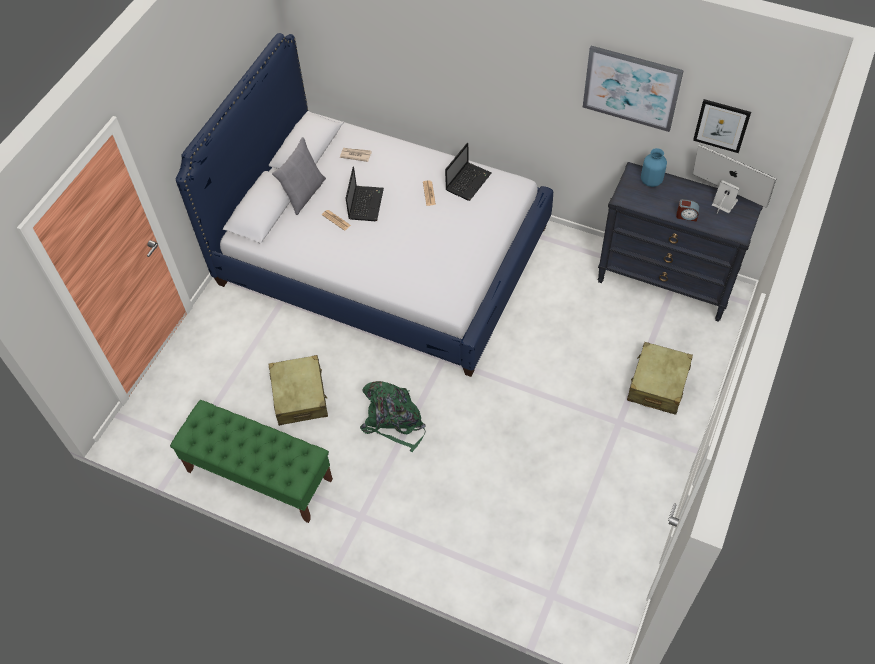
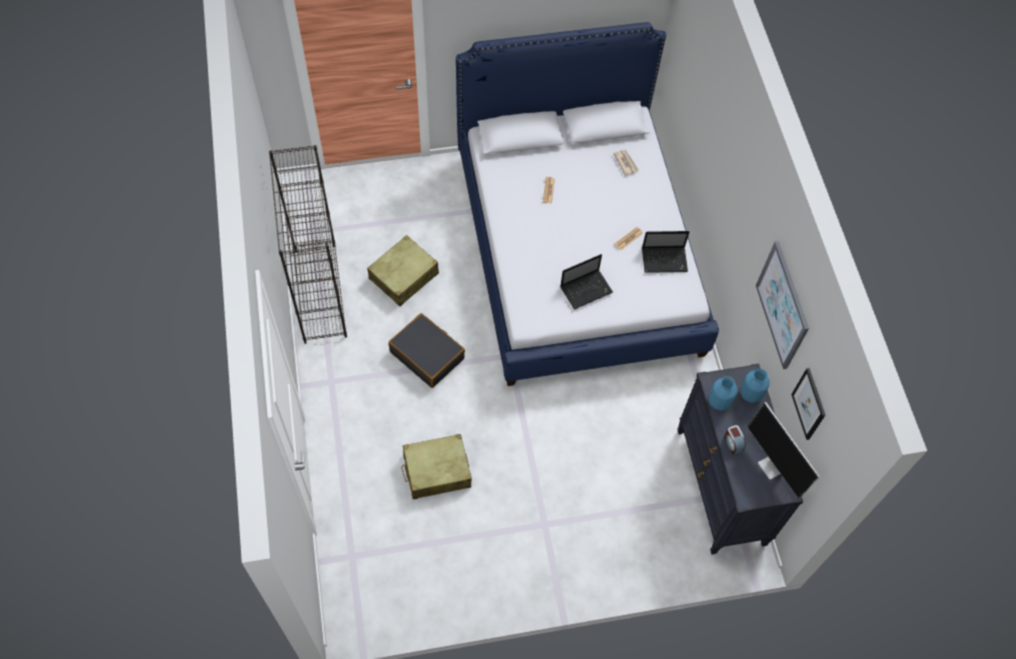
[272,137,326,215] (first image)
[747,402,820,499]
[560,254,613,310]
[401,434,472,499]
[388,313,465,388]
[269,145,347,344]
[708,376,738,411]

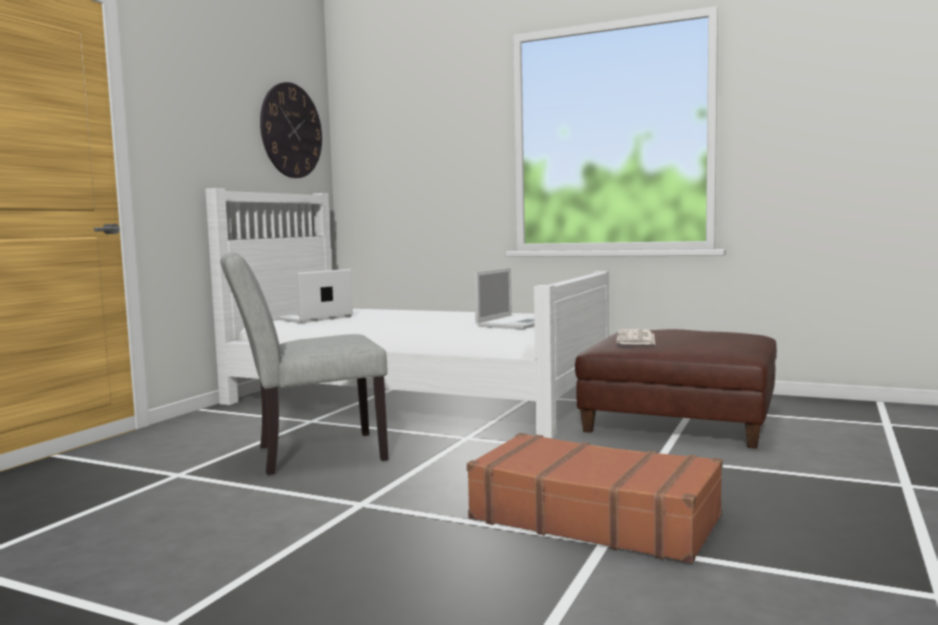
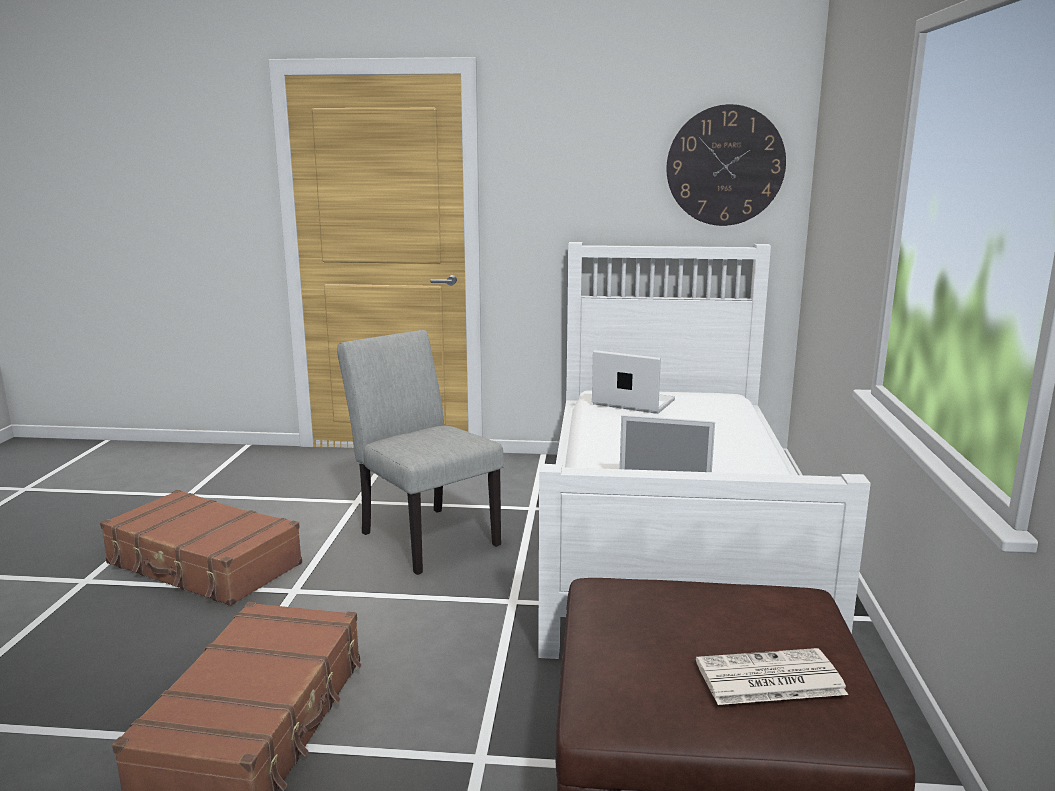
[696,648,848,705]
[100,490,302,606]

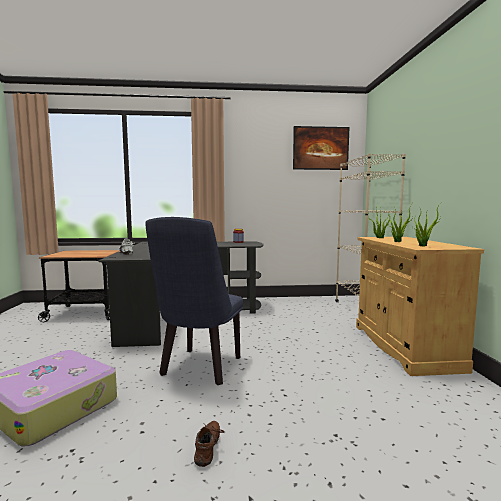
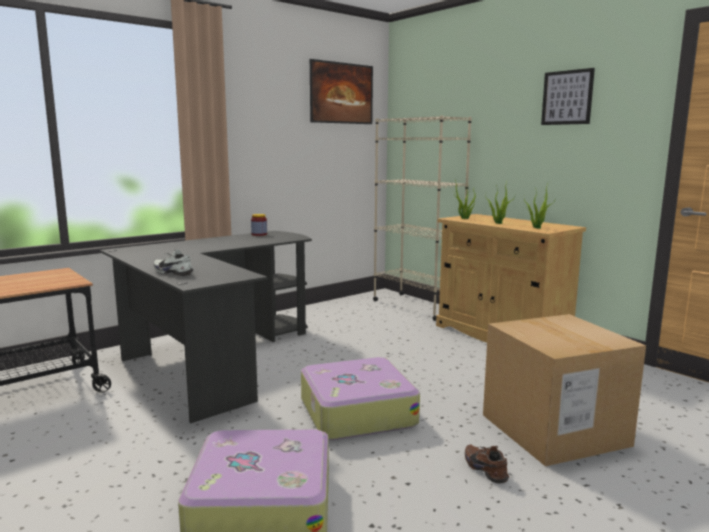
[301,357,420,440]
[541,68,595,125]
[483,314,646,466]

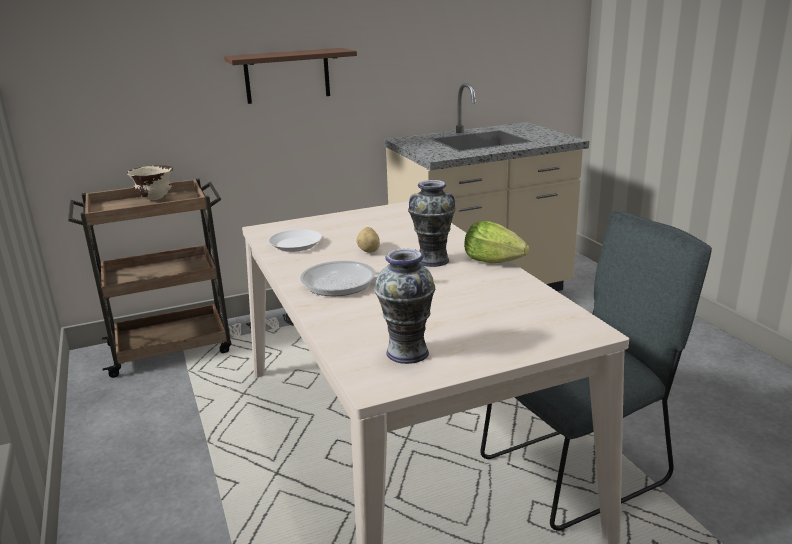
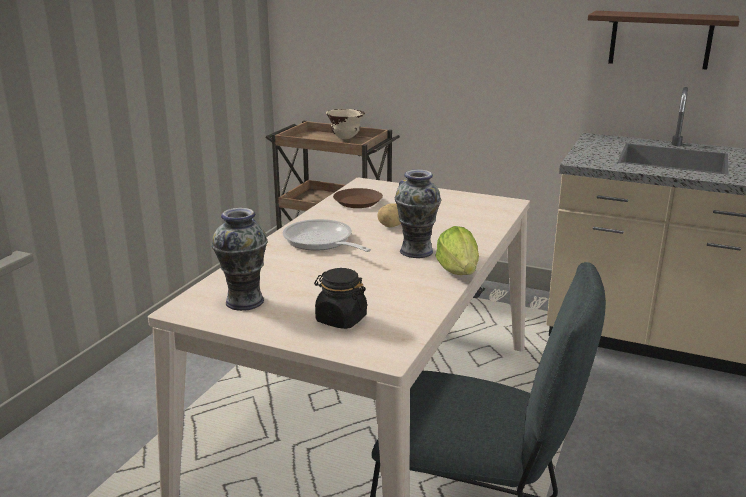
[588,11,739,69]
[333,188,383,208]
[314,268,367,329]

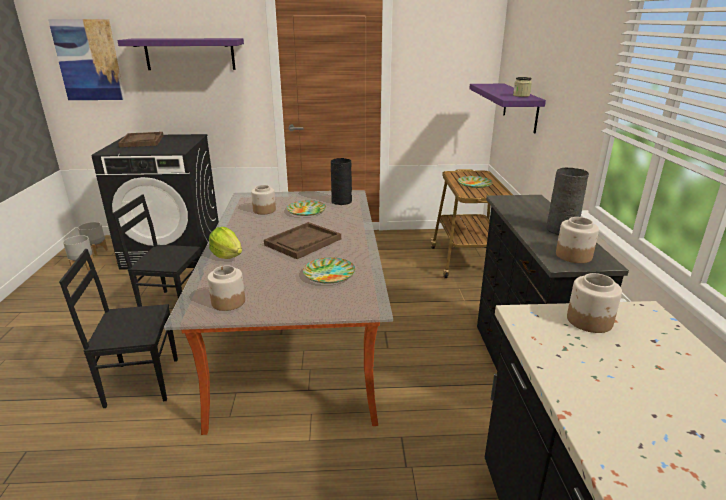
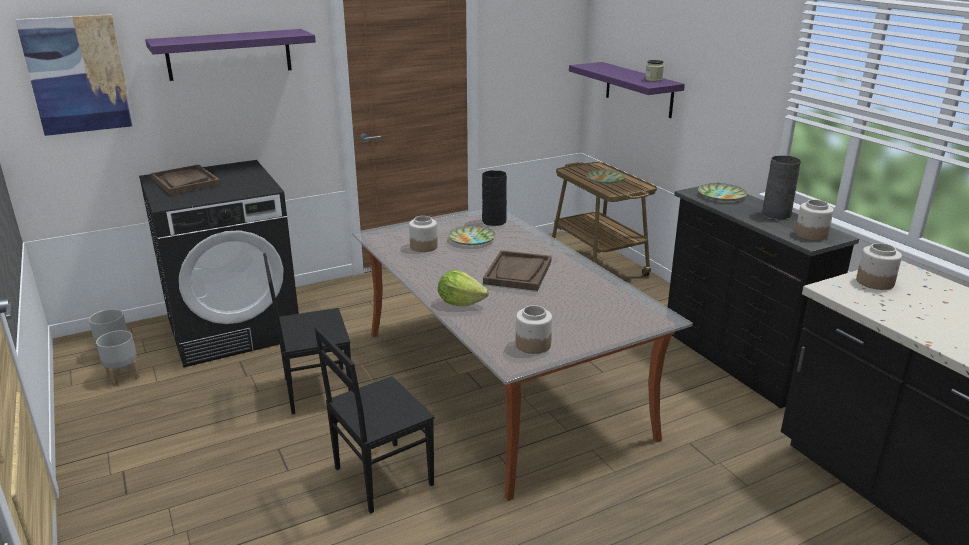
[698,183,747,201]

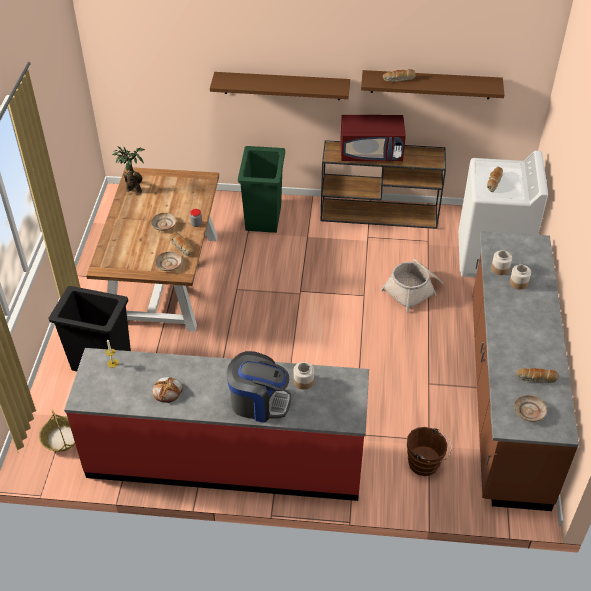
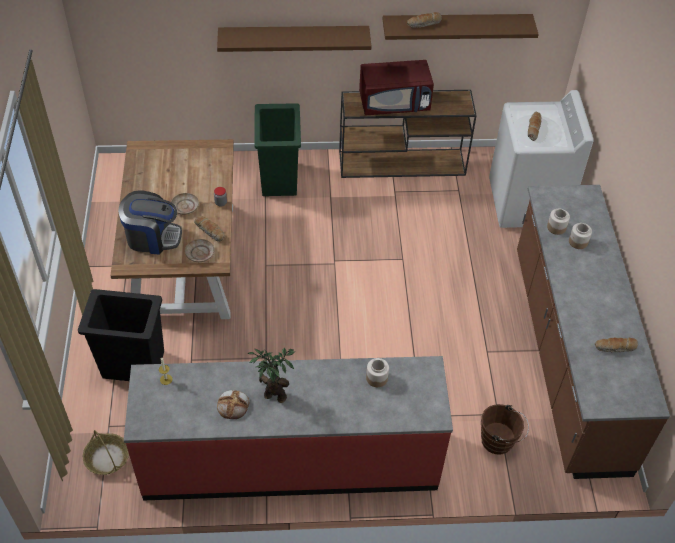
[248,347,295,403]
[381,259,443,313] (first image)
[118,190,182,255]
[514,395,547,422] (first image)

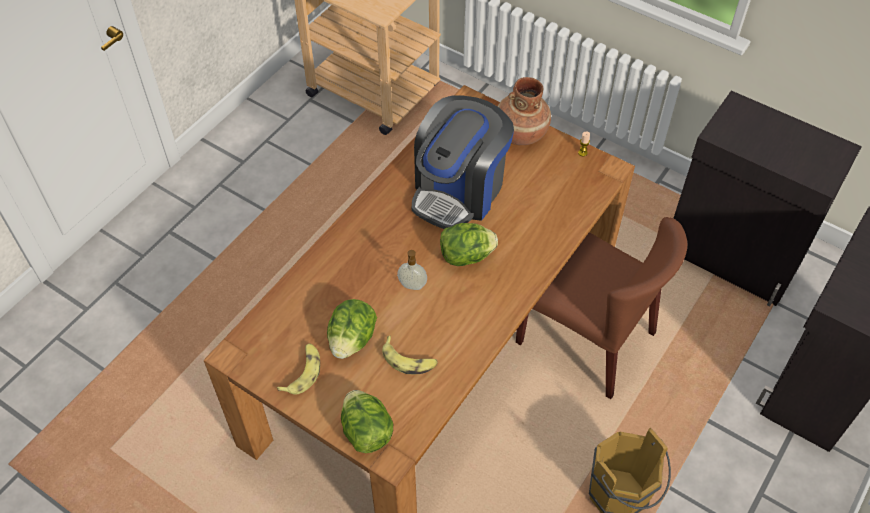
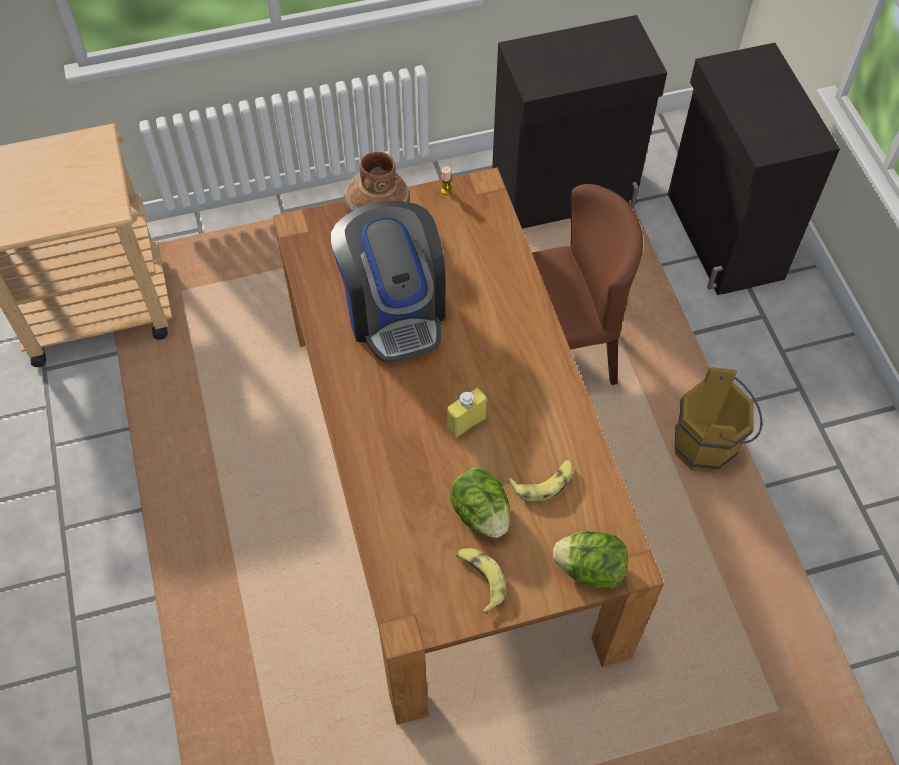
[440,223,498,266] (first image)
[447,388,487,438]

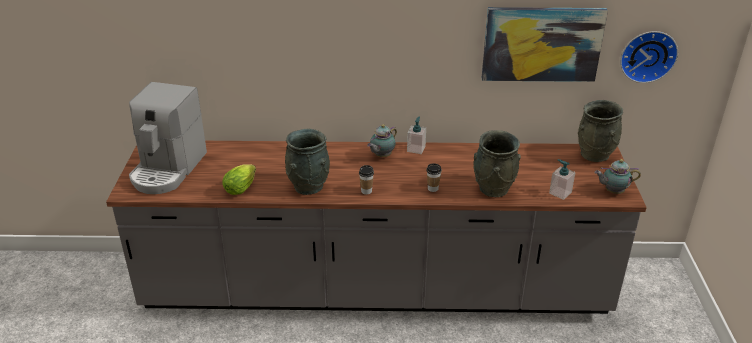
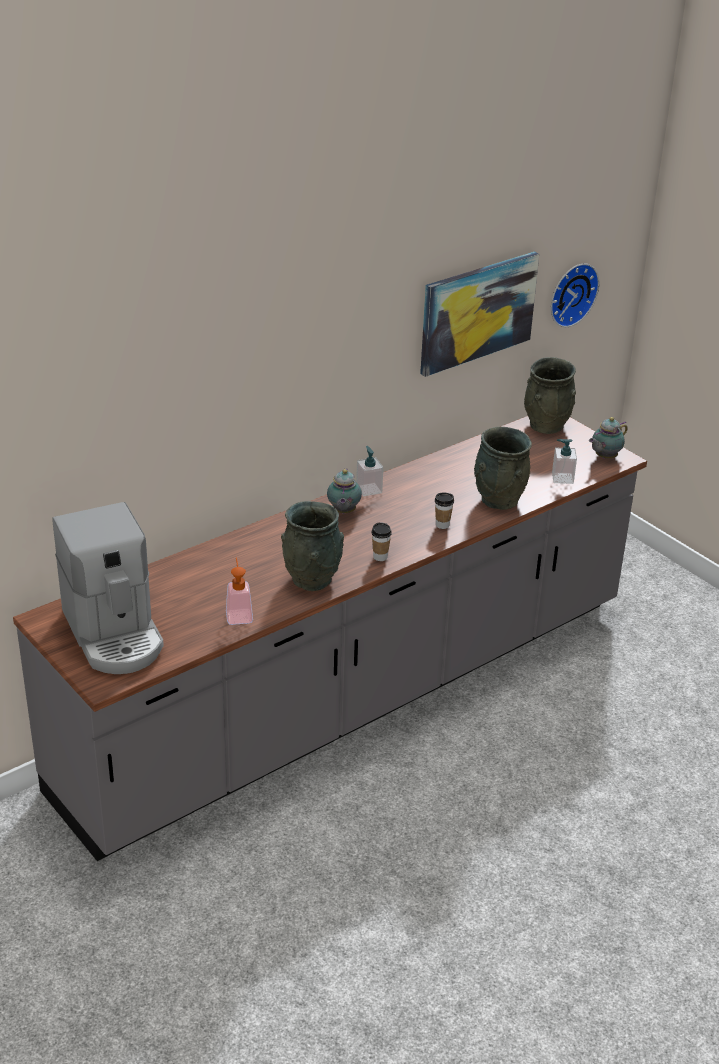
[226,558,253,625]

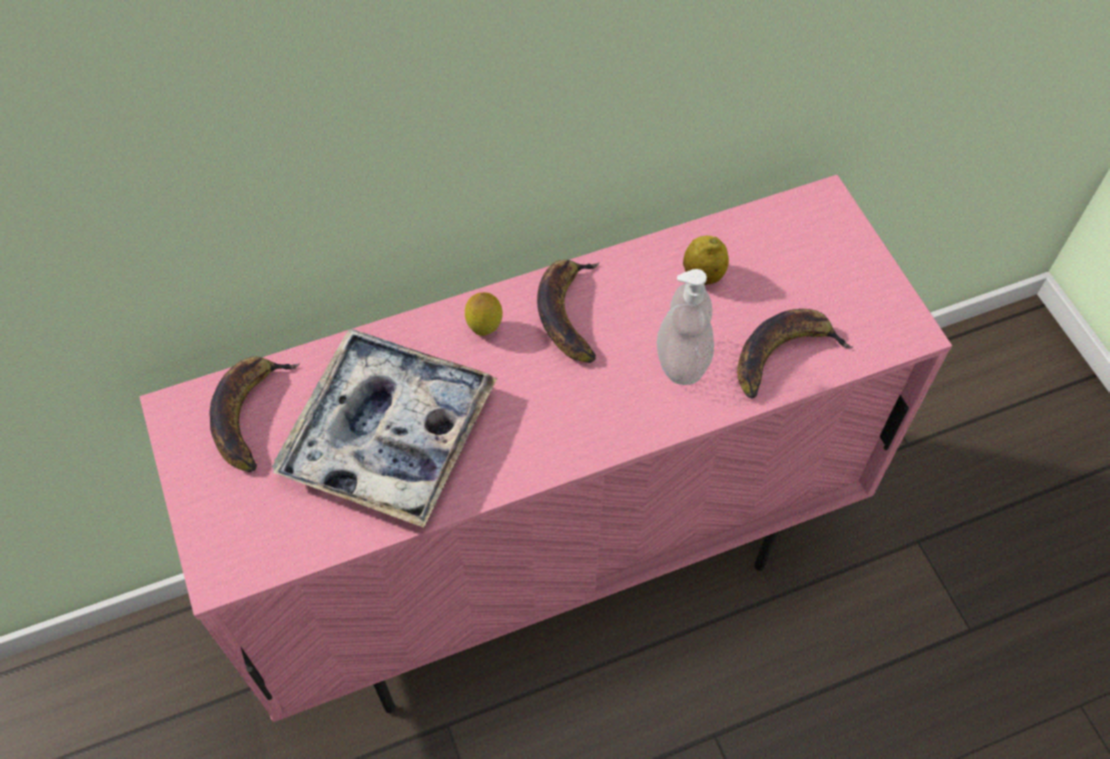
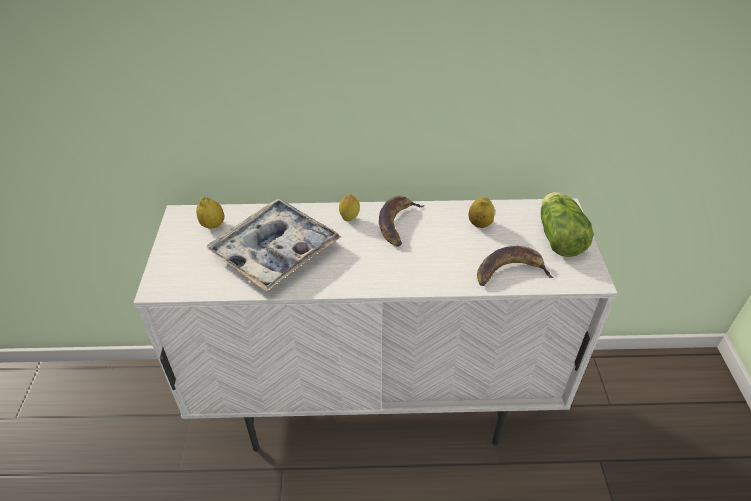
[133,198,617,452]
[657,269,714,385] (first image)
[196,197,225,229]
[541,192,594,257]

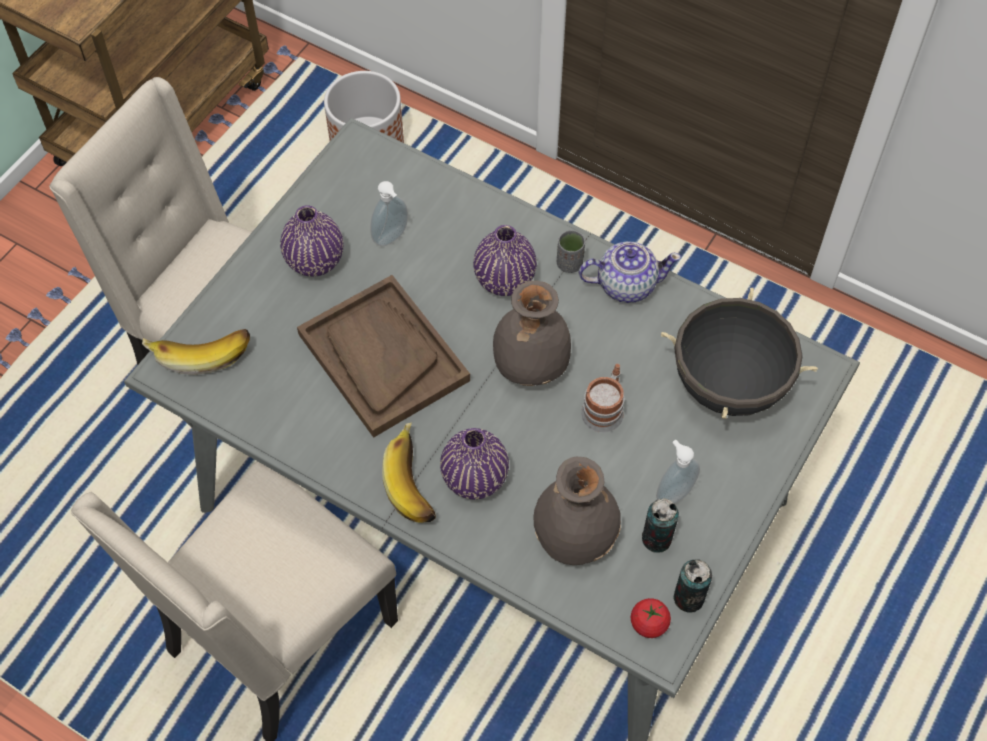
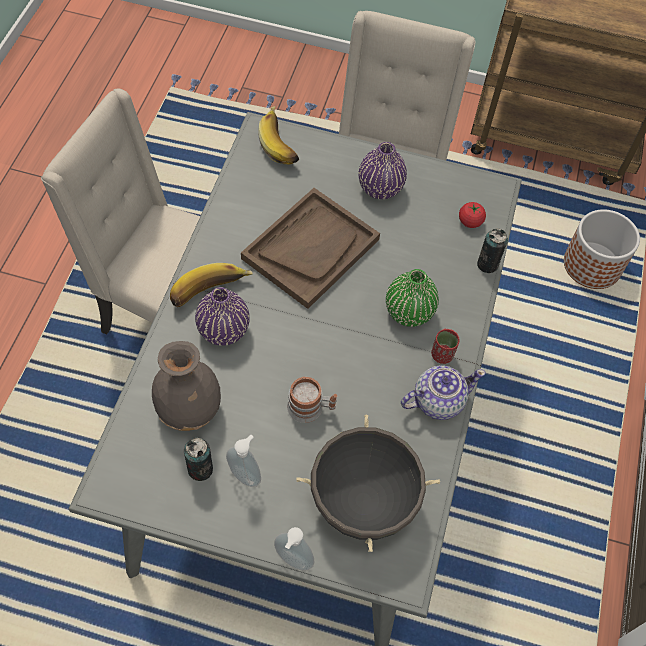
[274,527,314,571]
[386,269,439,327]
[431,329,459,364]
[401,365,486,420]
[493,281,571,386] (first image)
[477,229,508,273]
[459,202,486,228]

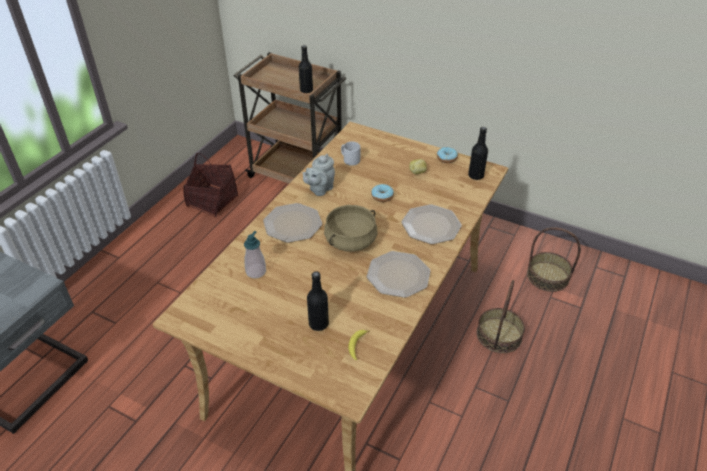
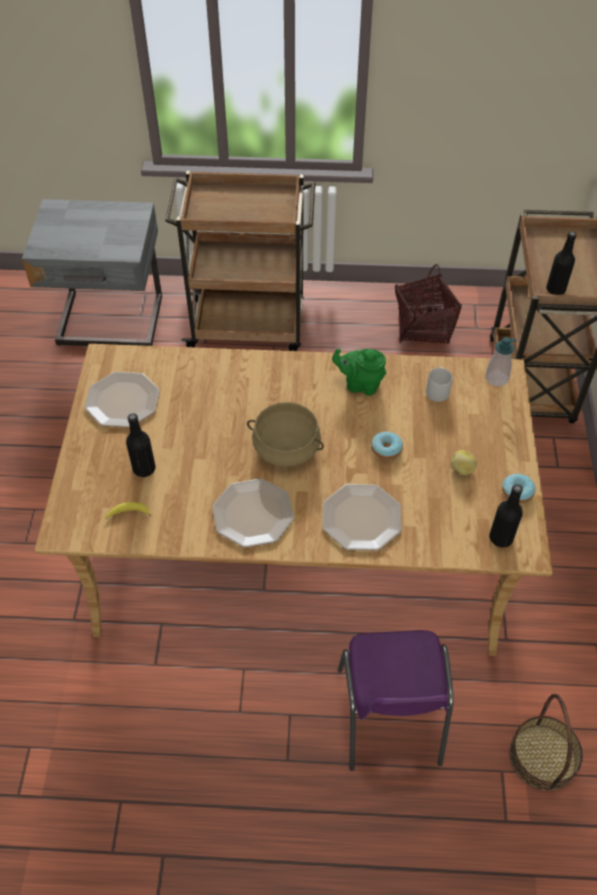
[332,348,386,396]
[85,372,160,428]
[485,337,517,386]
[338,630,454,771]
[165,171,315,351]

